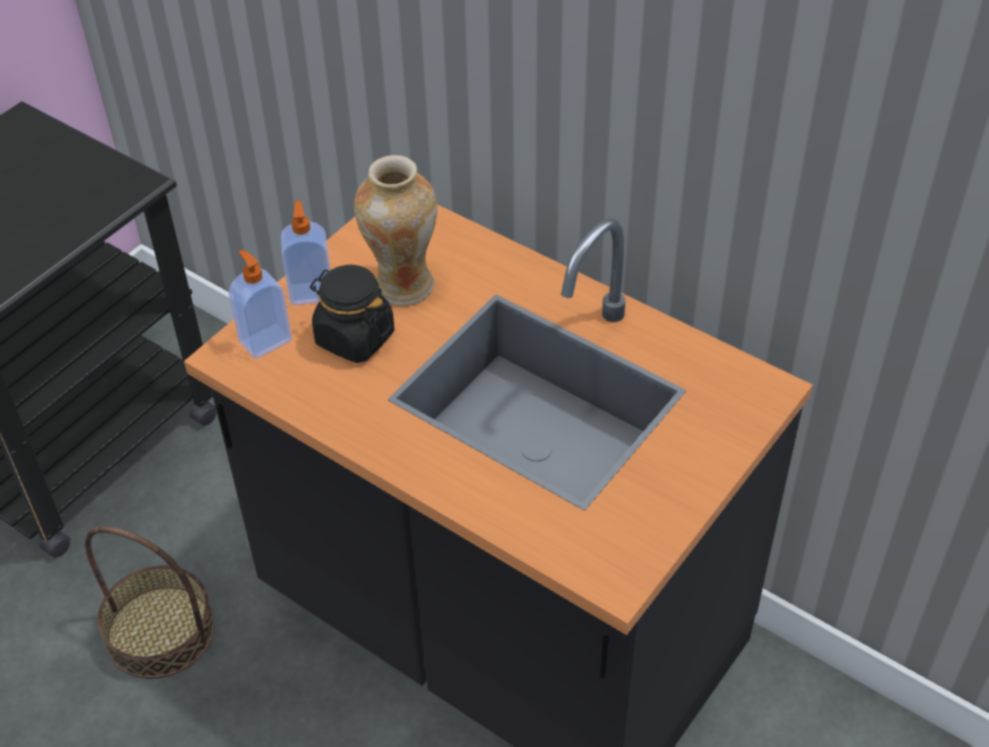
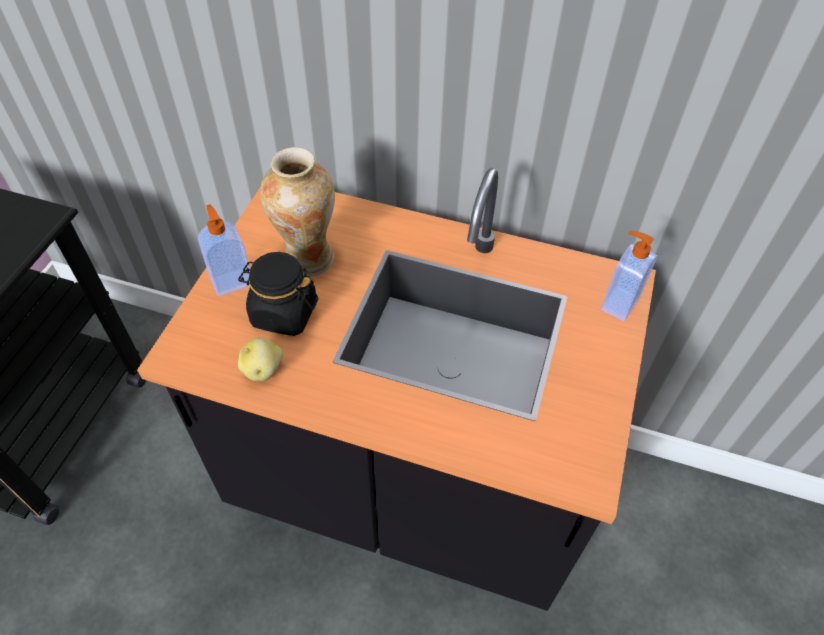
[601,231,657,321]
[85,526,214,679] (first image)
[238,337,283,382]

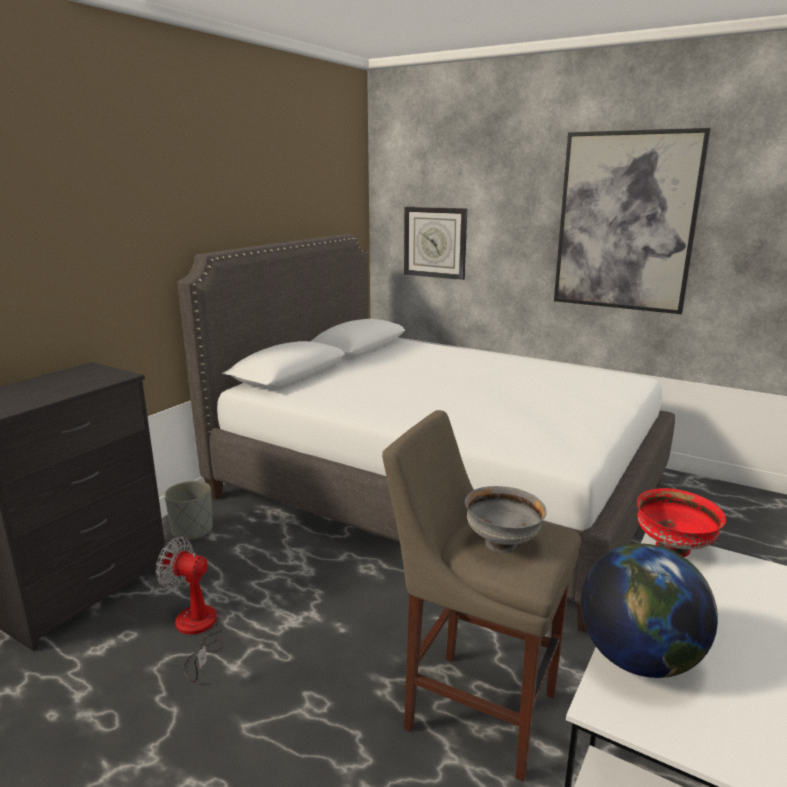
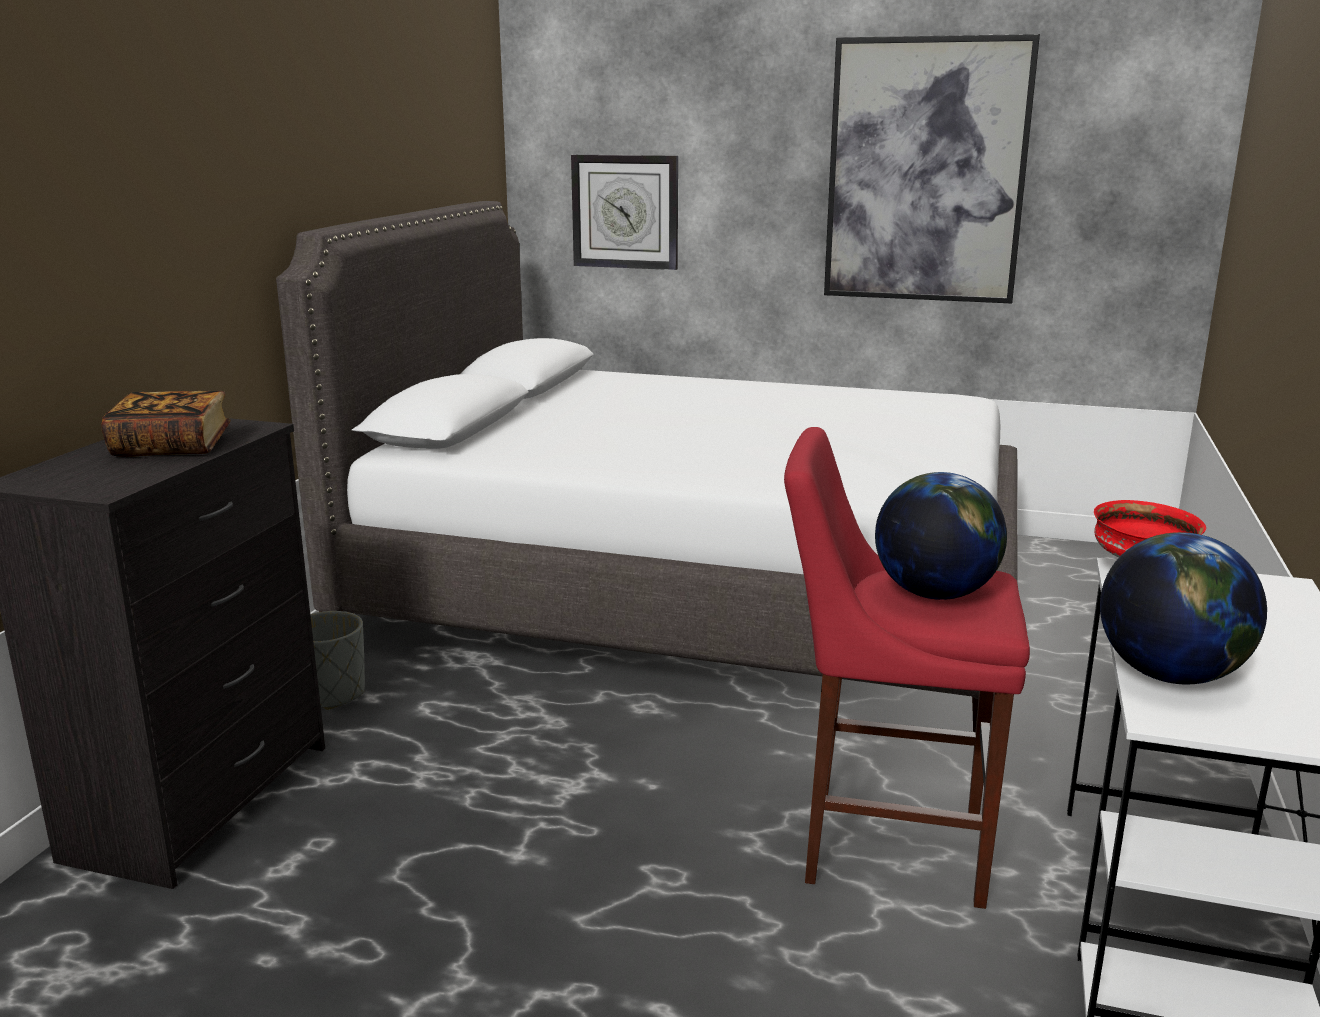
[784,427,1030,909]
[875,472,1007,600]
[156,537,223,682] (first image)
[101,391,231,457]

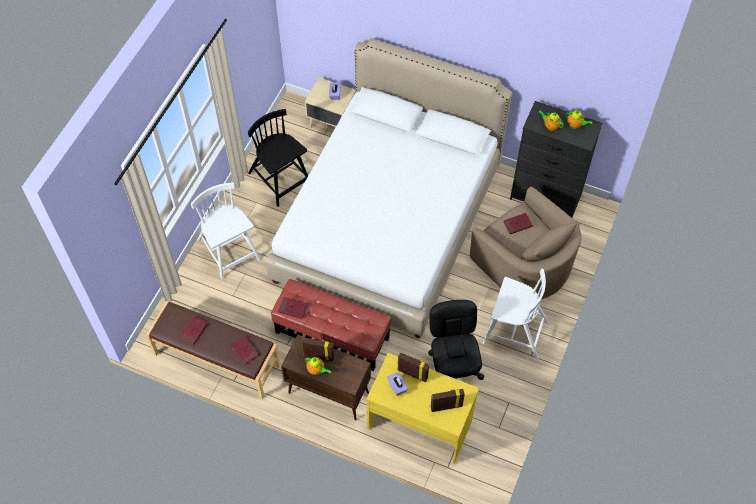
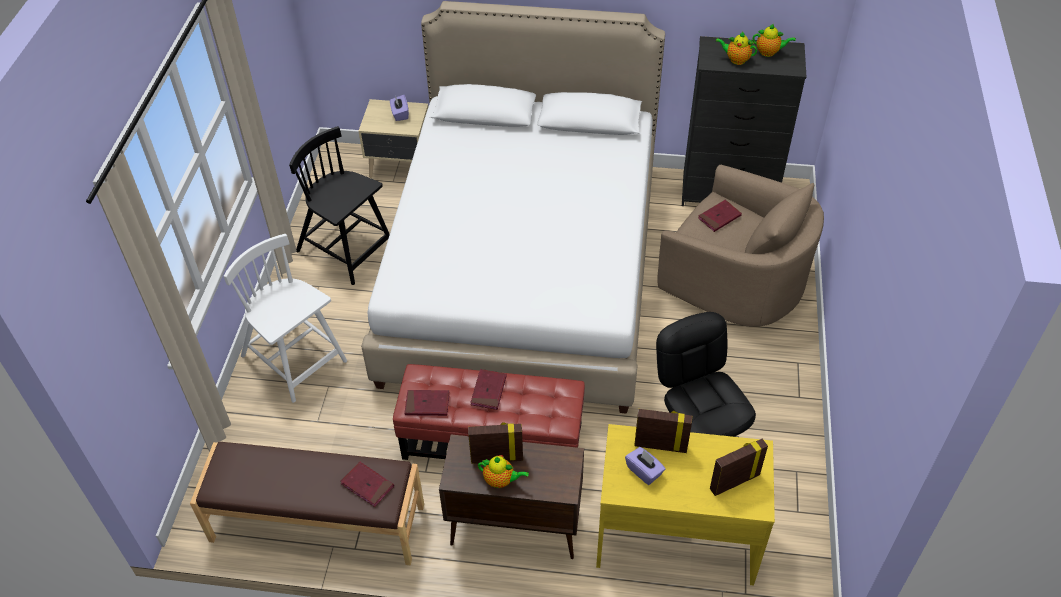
[483,269,549,360] (first image)
[470,369,507,410]

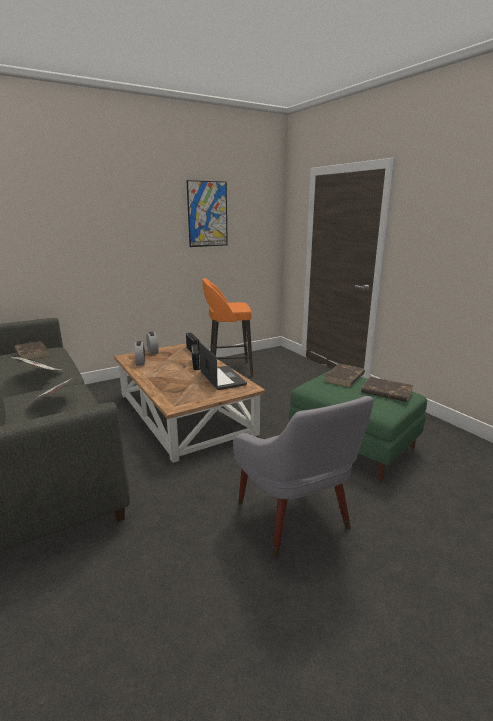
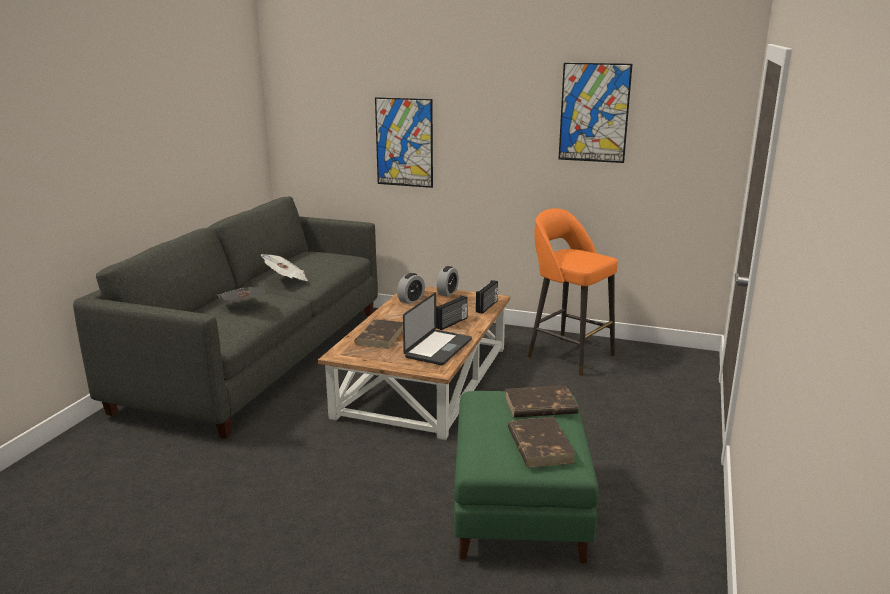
[354,319,403,349]
[233,396,374,558] (first image)
[375,97,433,188]

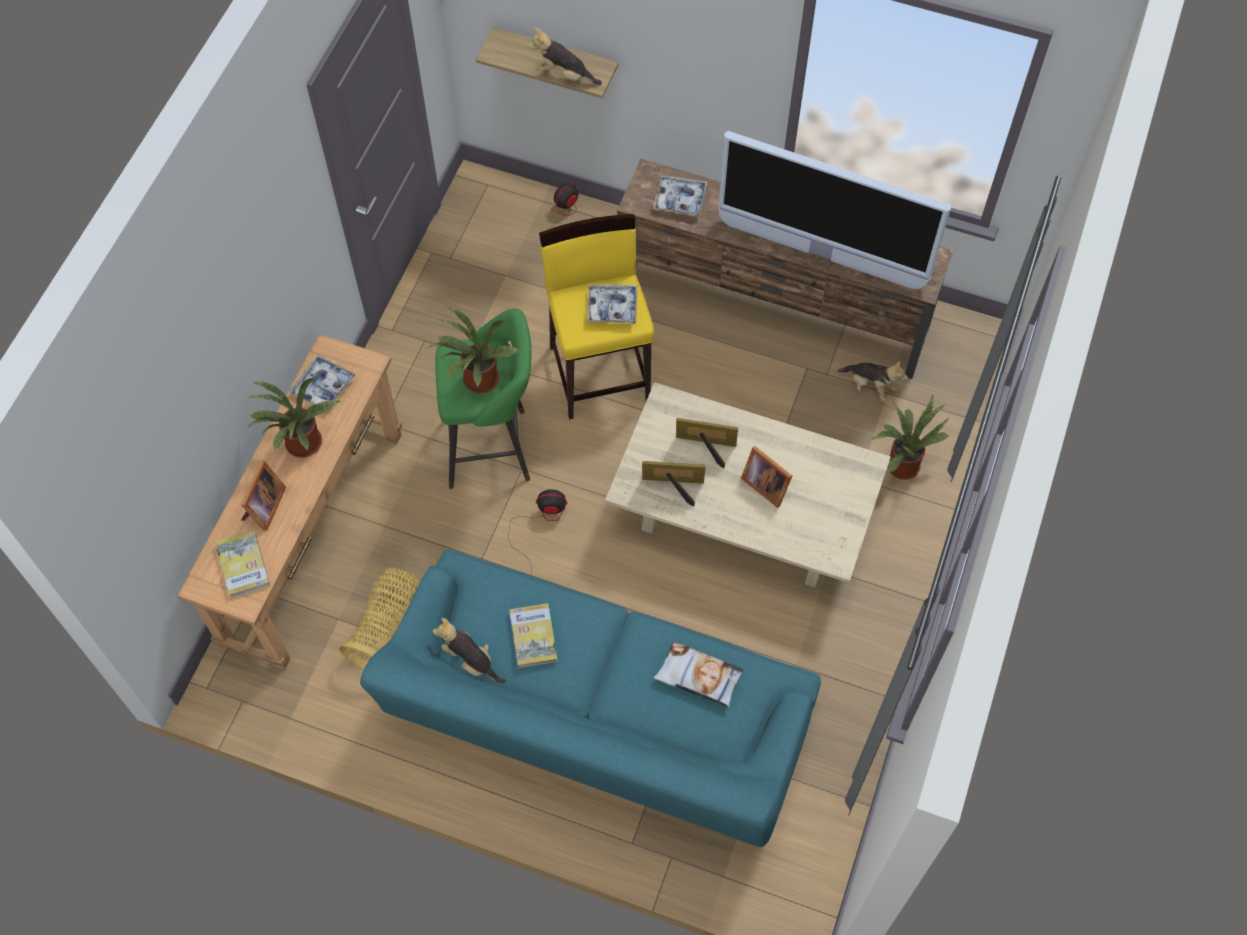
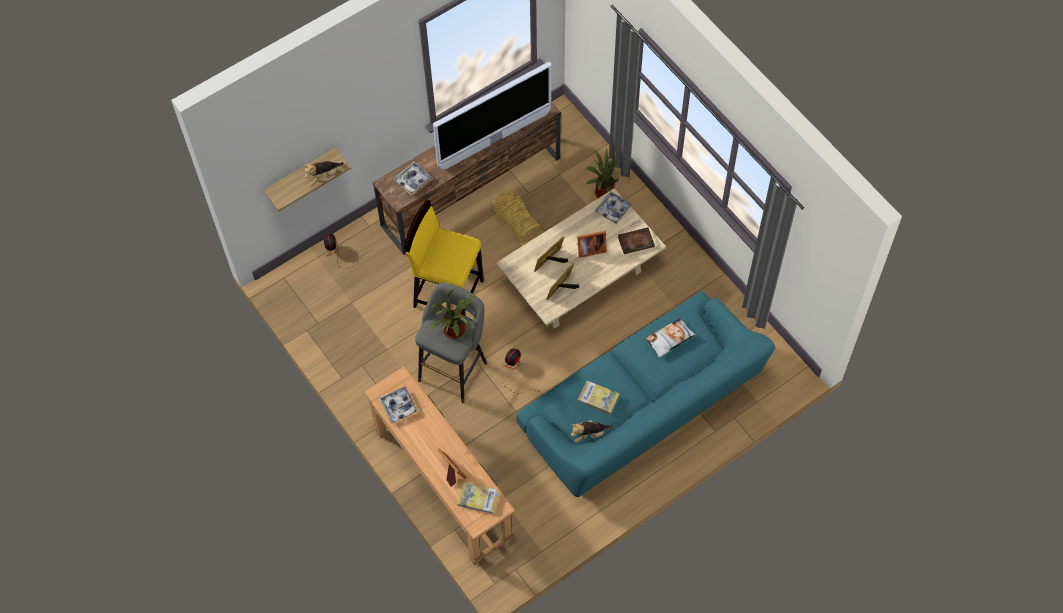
[595,191,633,224]
[415,283,487,403]
[838,360,908,402] (first image)
[247,377,342,458] (first image)
[492,190,544,246]
[618,227,655,254]

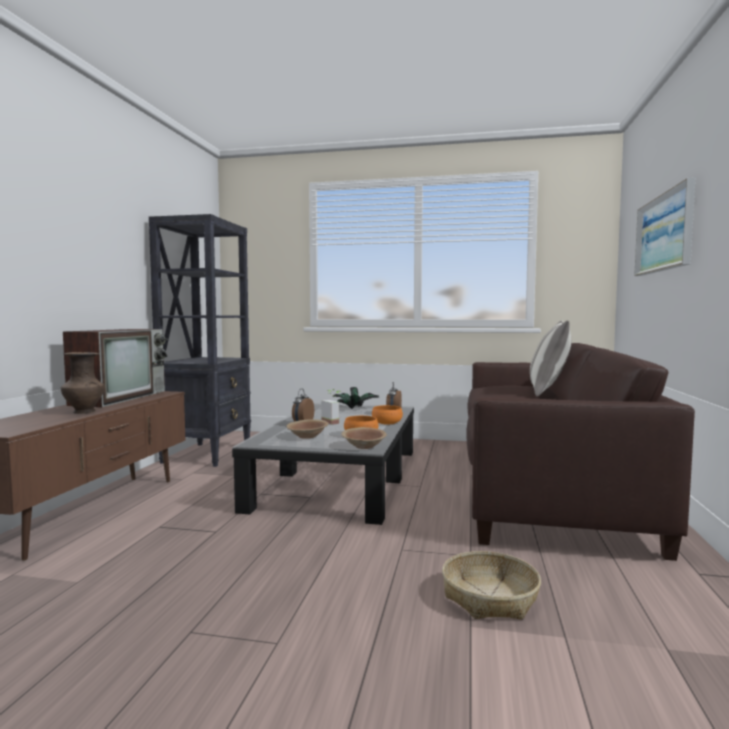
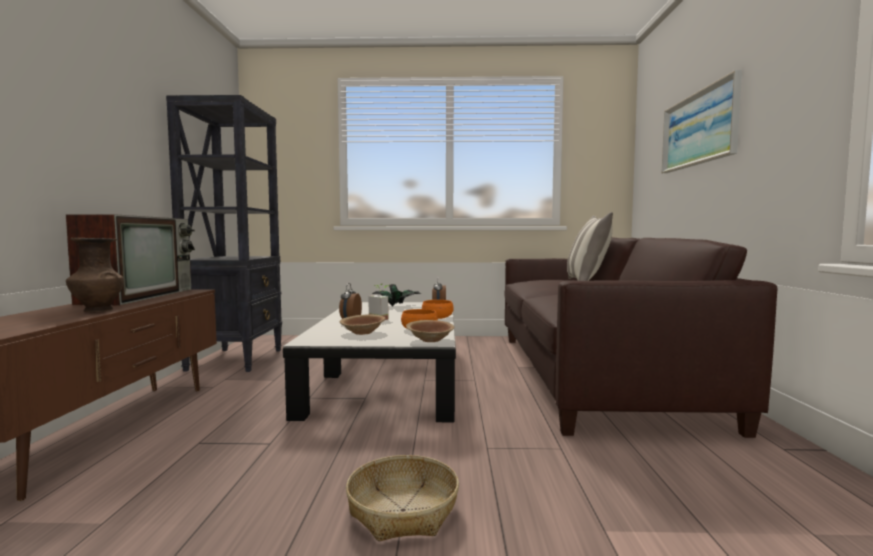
[346,455,459,541]

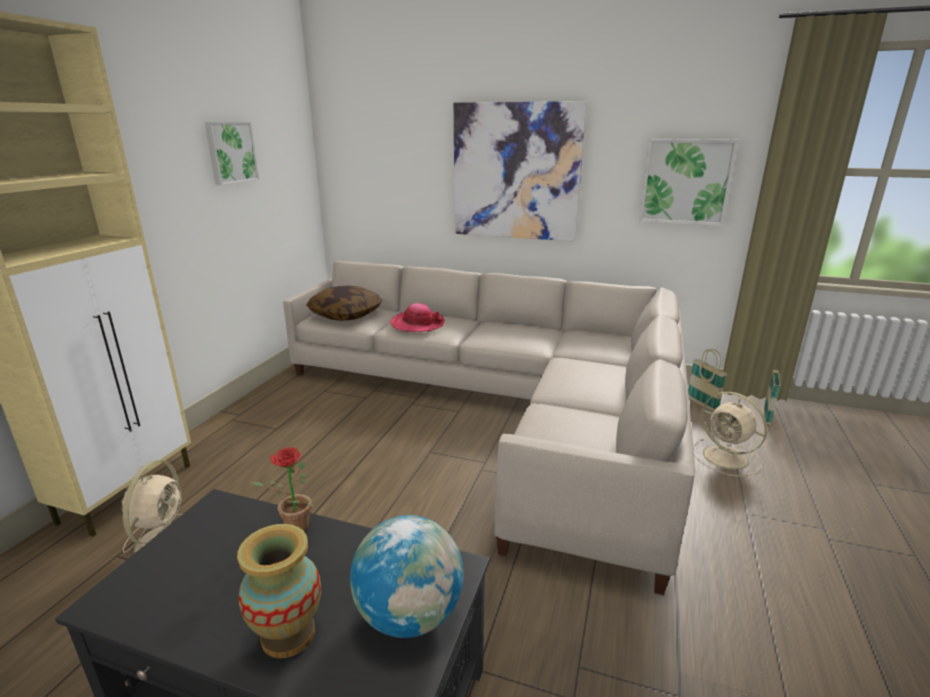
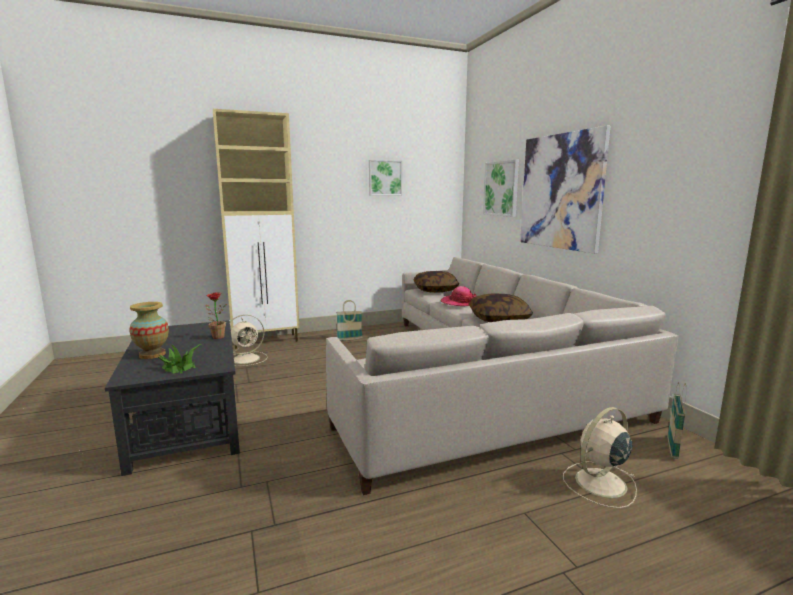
[483,159,519,217]
[336,300,362,341]
[563,407,637,508]
[158,344,201,374]
[469,293,533,322]

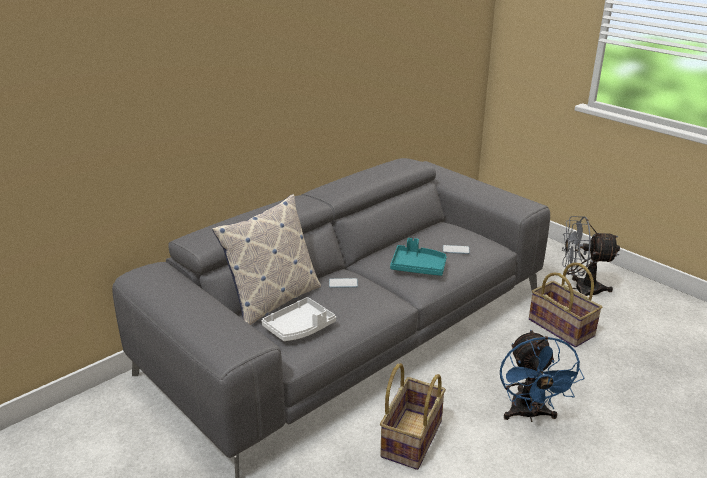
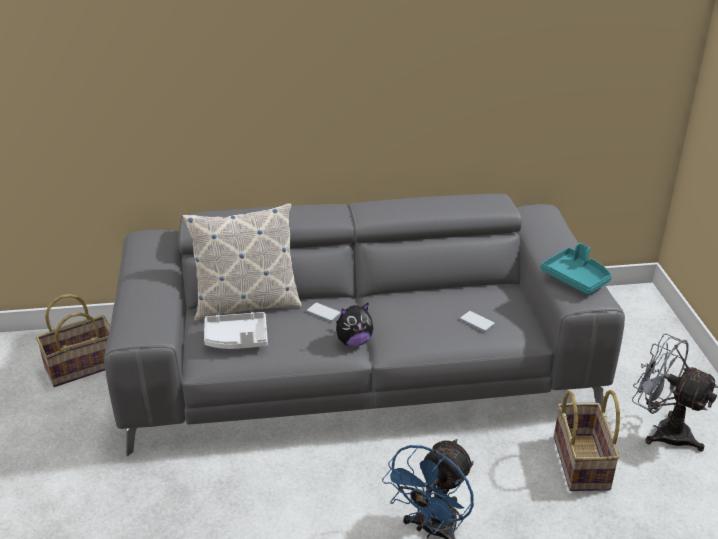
[540,243,612,294]
[36,294,110,387]
[336,302,374,347]

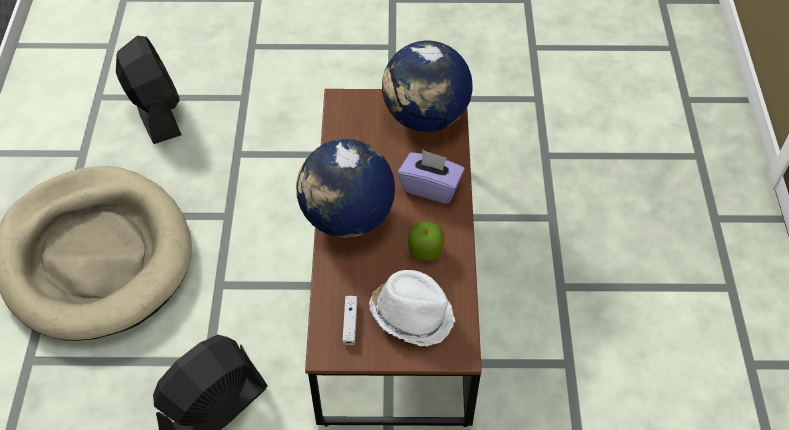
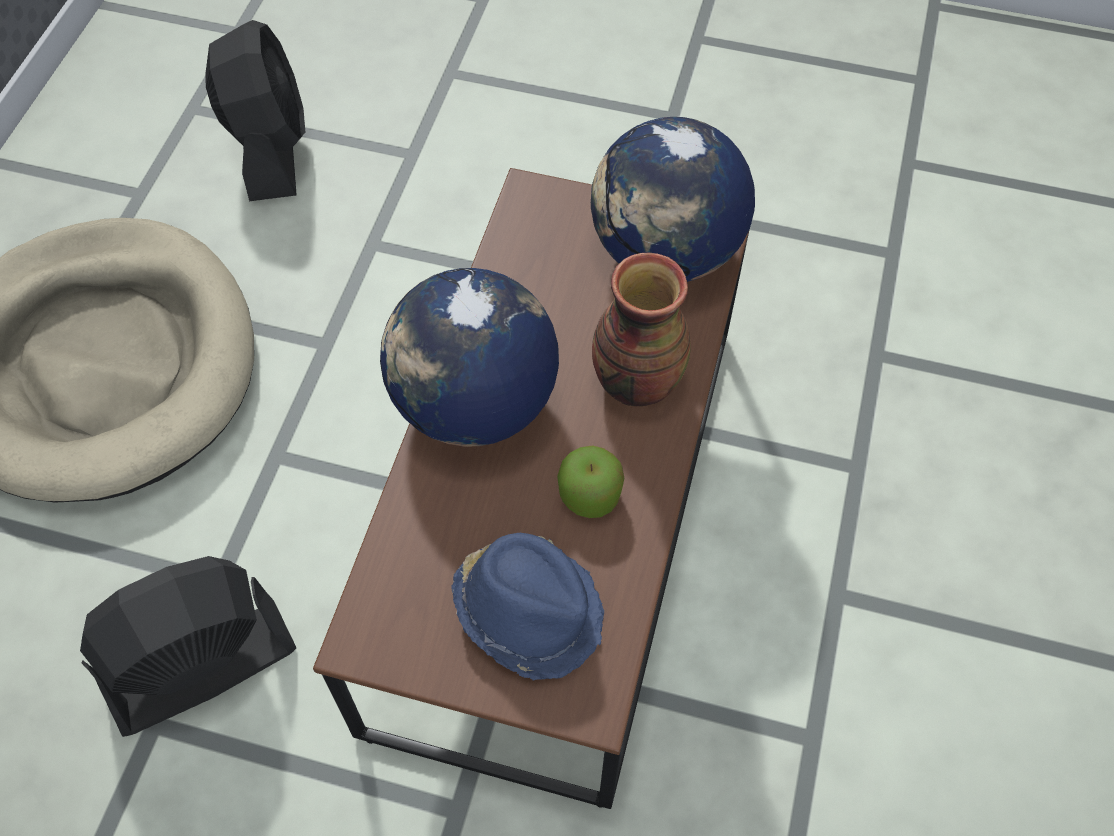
[592,253,691,406]
[452,533,604,680]
[343,296,358,345] (first image)

